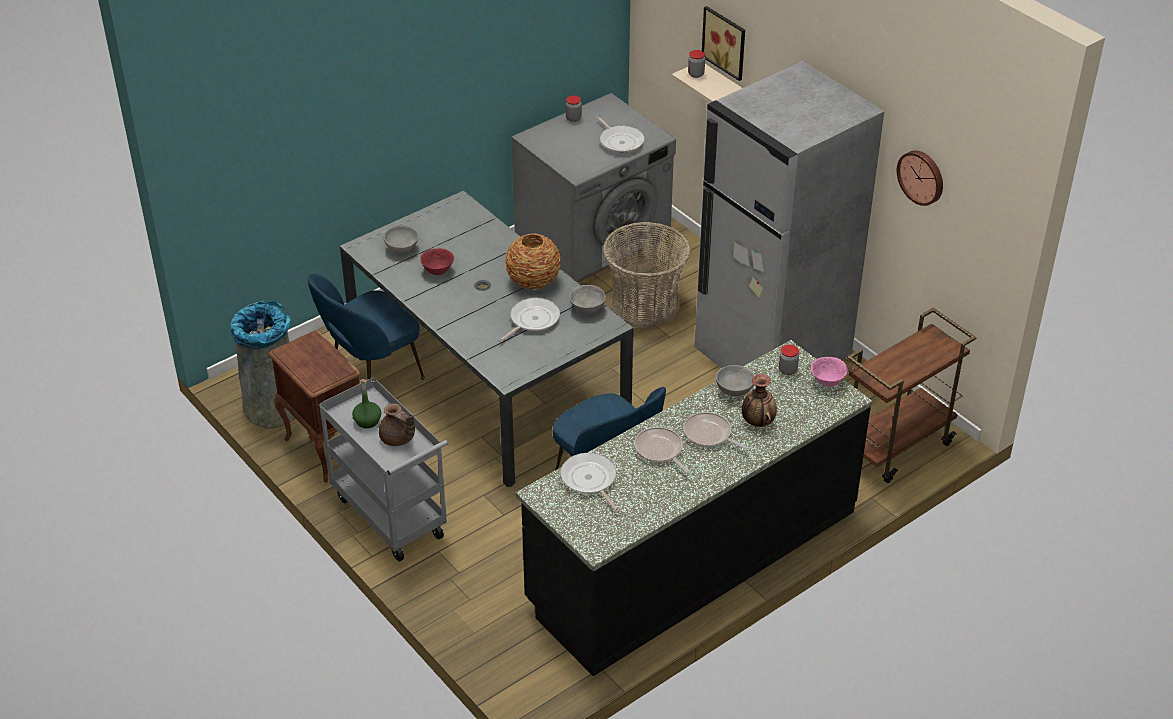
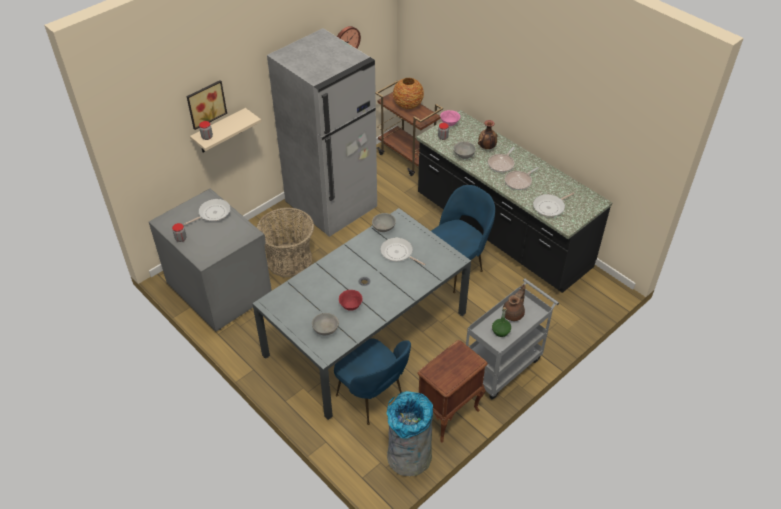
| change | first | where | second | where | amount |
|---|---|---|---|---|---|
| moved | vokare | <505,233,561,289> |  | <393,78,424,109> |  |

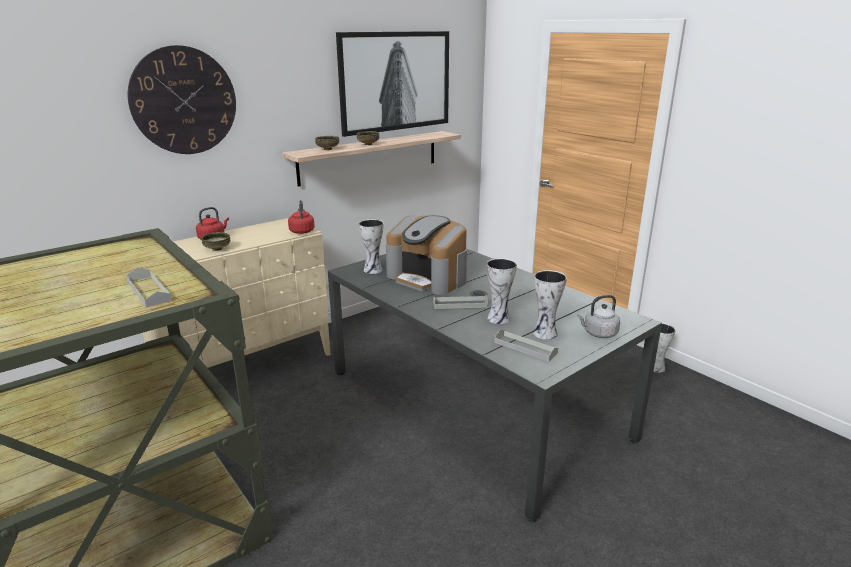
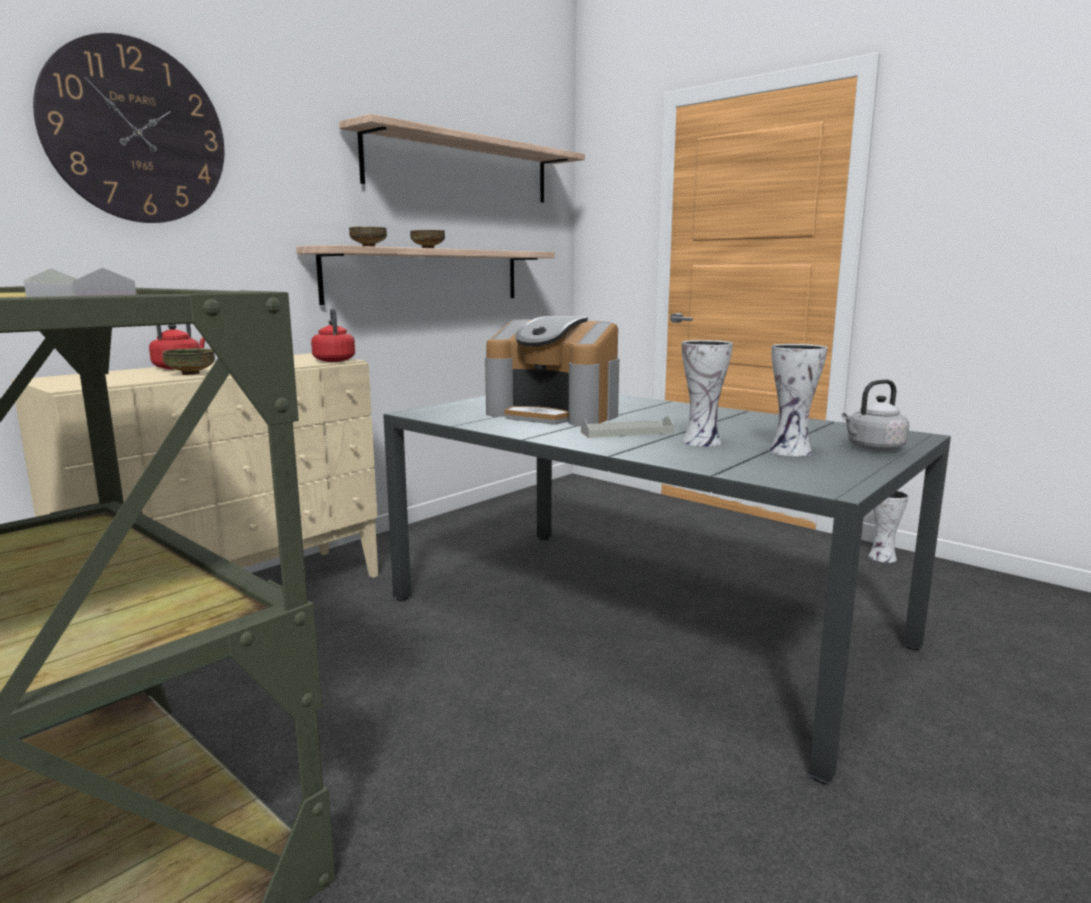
| change | first | where | second | where | amount |
|---|---|---|---|---|---|
| replaced | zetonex | <336,31,449,137> | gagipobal | <339,114,585,203> |  |
| removed | vokare | <359,219,384,274> |  |  |  |
| removed | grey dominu | <494,330,558,362> |  |  |  |

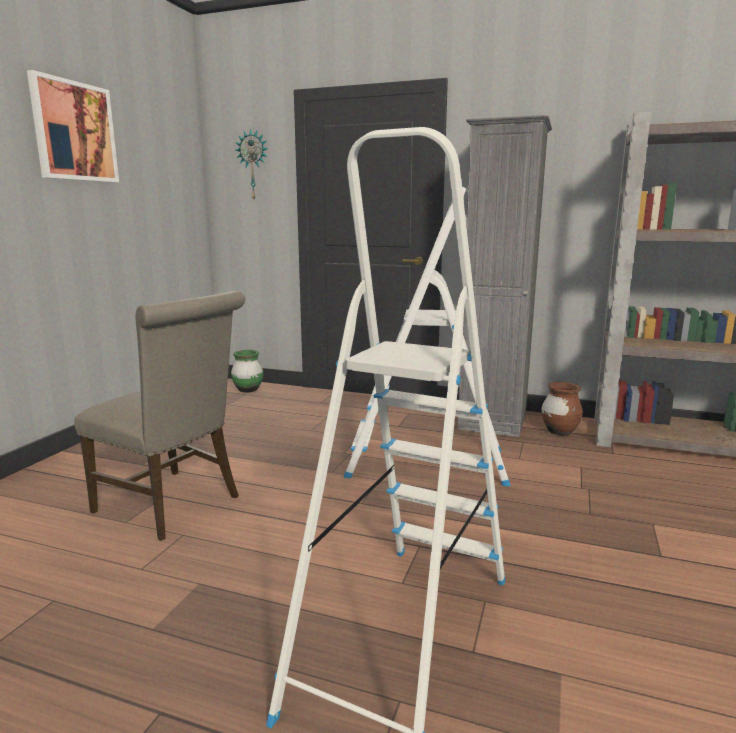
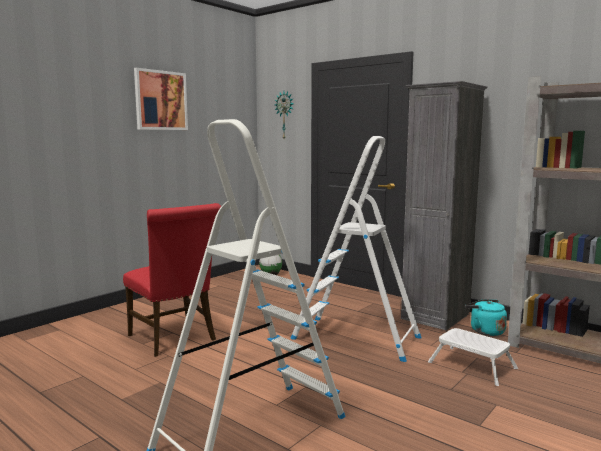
| change | first | where | second | where | amount |
|---|---|---|---|---|---|
| recoloured | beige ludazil | <74,291,245,541> | red ludazil | <123,203,221,357> |  |
| added |  |  | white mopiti | <428,328,518,386> |  |
| replaced | brown vokare | <541,382,583,435> | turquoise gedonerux | <465,299,507,336> |  |

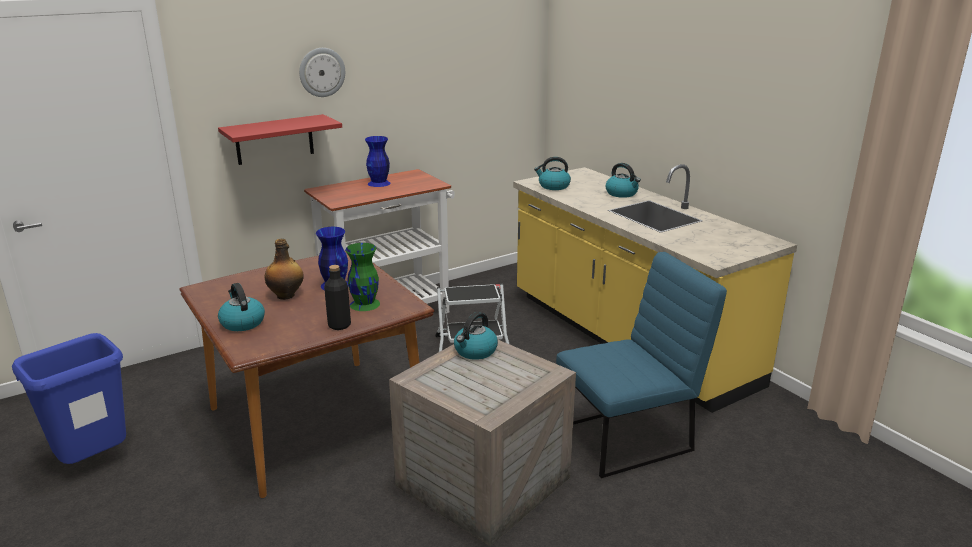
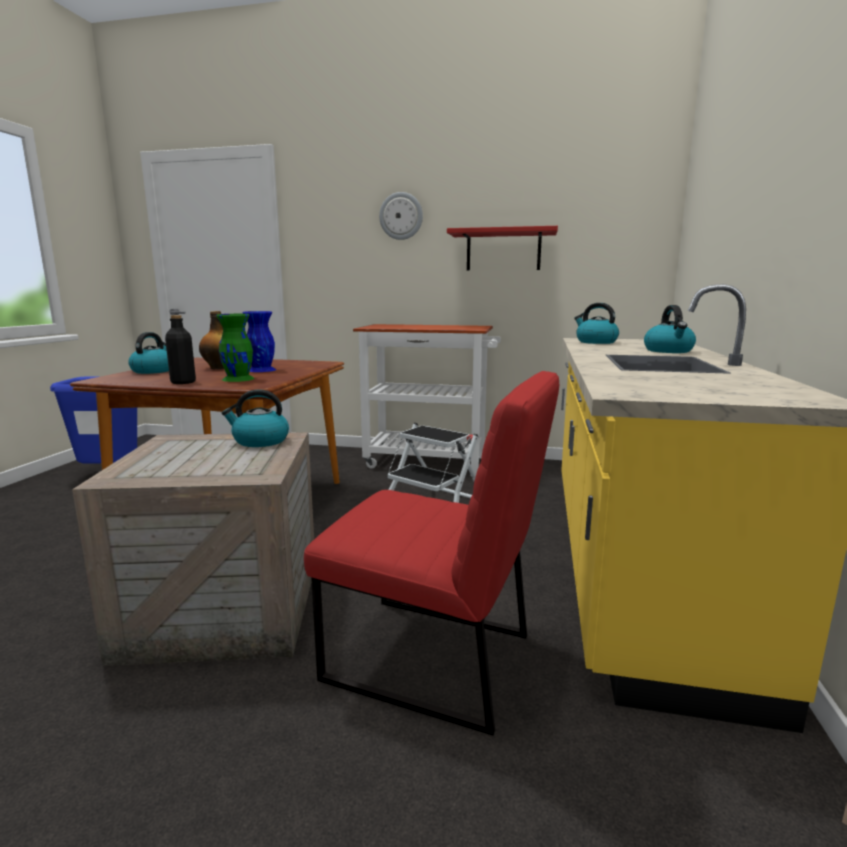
| change | first | where | second | where | amount |
|---|---|---|---|---|---|
| recoloured | blue ludazil | <556,252,727,478> | red ludazil | <304,371,559,736> |  |
| moved | red gagipobal | <218,114,342,165> |  | <447,226,558,271> |  |
| removed | blue vokare | <365,136,390,187> |  |  |  |

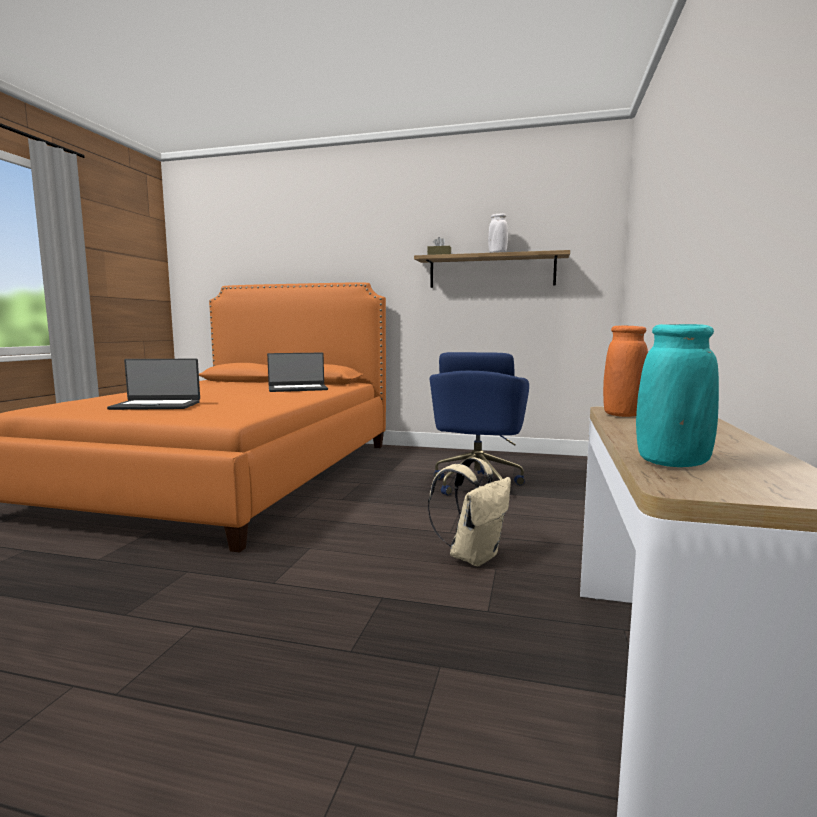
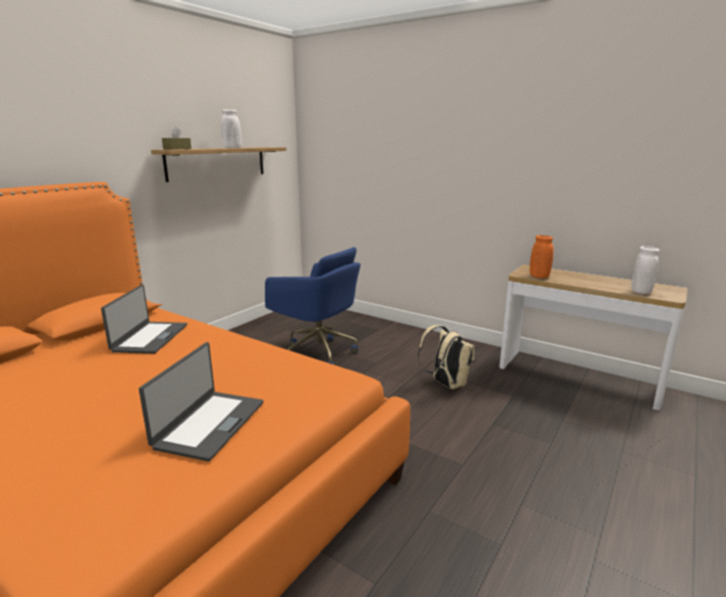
| change | first | where | second | where | amount |
|---|---|---|---|---|---|
| recoloured | turquoise vokare | <636,324,719,467> | white vokare | <631,246,660,294> |  |

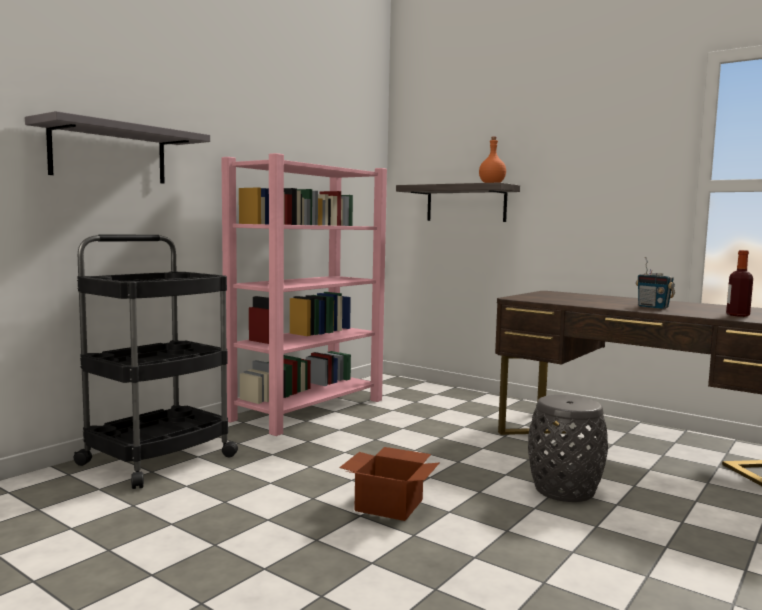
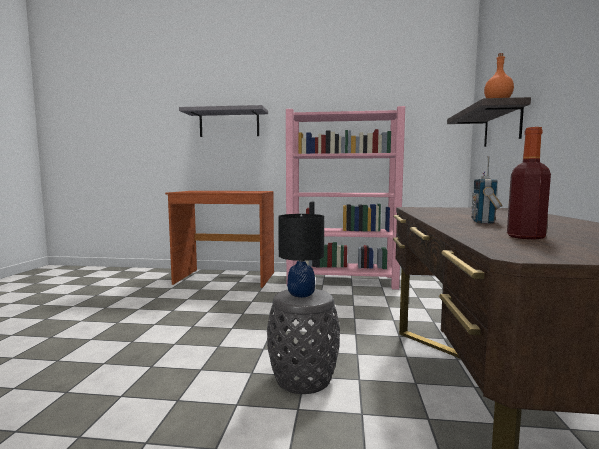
| change | first | where | second | where | amount |
|---|---|---|---|---|---|
| replaced | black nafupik | <74,235,238,489> | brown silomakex | <165,191,274,288> |  |
| added |  |  | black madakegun | <278,214,324,298> |  |
| removed | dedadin | <339,447,439,521> |  |  |  |

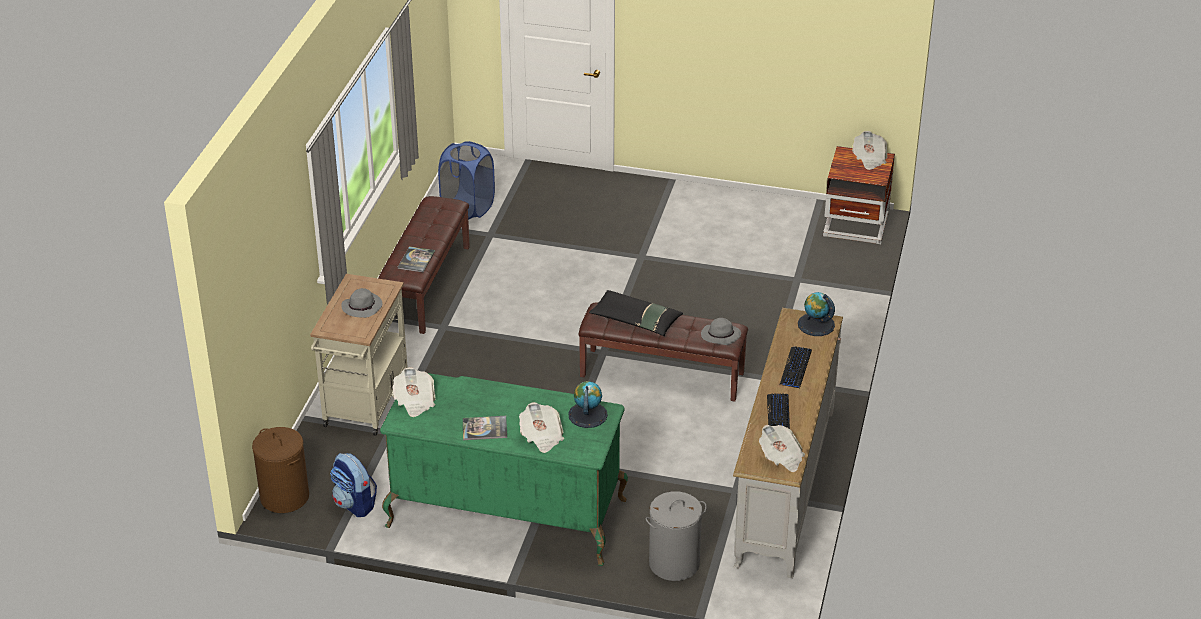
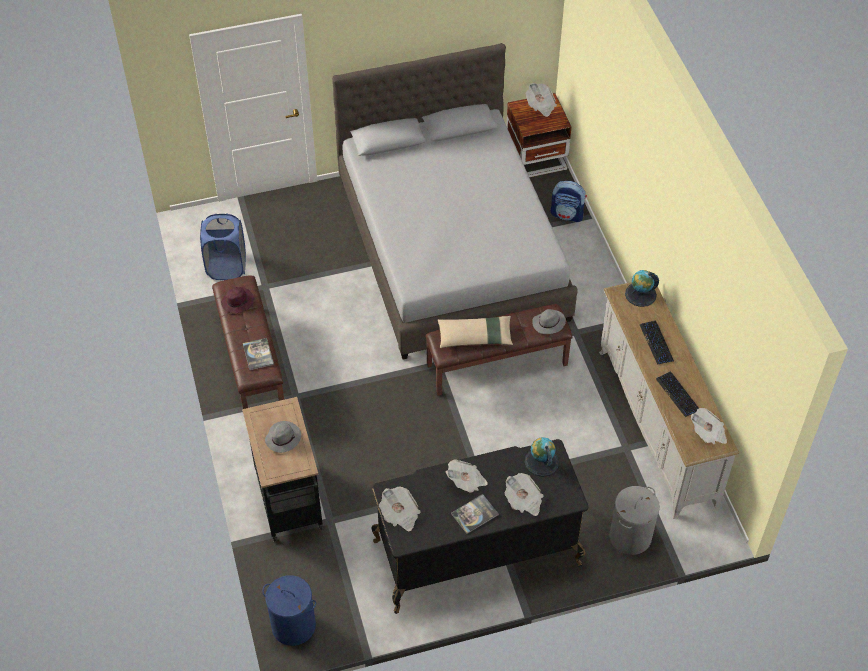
| change | first | where | second | where | amount |
|---|---|---|---|---|---|
| added |  |  | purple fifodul | <221,287,254,313> |  |
| recoloured | beige nafupik | <310,274,408,436> | black nafupik | <242,397,323,542> |  |
| recoloured | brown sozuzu | <252,427,309,513> | blue sozuzu | <262,575,316,646> |  |
| added |  |  | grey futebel | <332,43,578,359> |  |
| recoloured | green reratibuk | <380,373,628,566> | black reratibuk | <372,439,588,614> |  |
| recoloured | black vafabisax | <589,290,683,336> | beige vafabisax | <437,316,513,348> |  |
| added |  |  | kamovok | <446,459,488,493> |  |
| moved | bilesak | <330,453,377,517> |  | <550,181,587,222> |  |

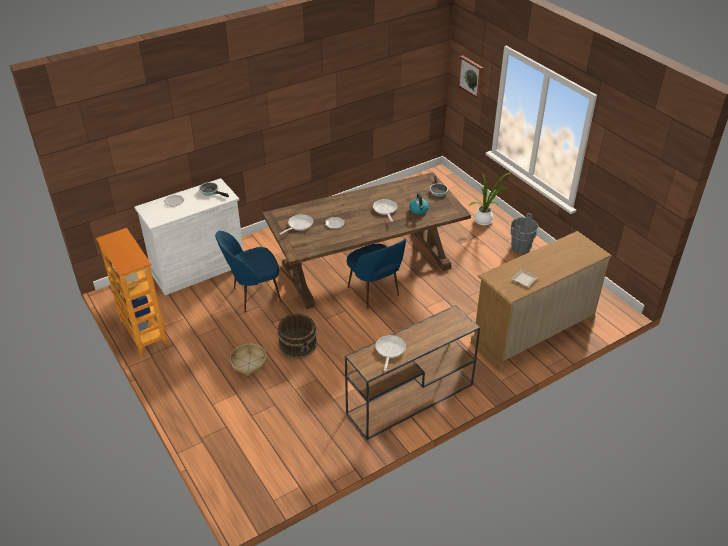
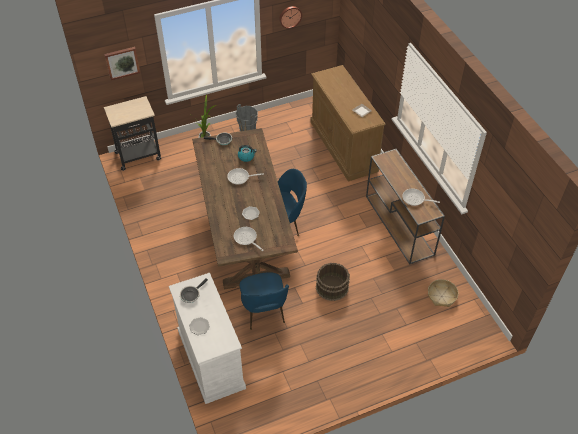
| change | first | where | second | where | amount |
|---|---|---|---|---|---|
| added |  |  | nafupik | <104,96,161,171> |  |
| added |  |  | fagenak | <279,6,302,29> |  |
| moved | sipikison | <230,344,267,376> |  | <428,279,458,307> |  |
| removed | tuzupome | <96,228,168,355> |  |  |  |

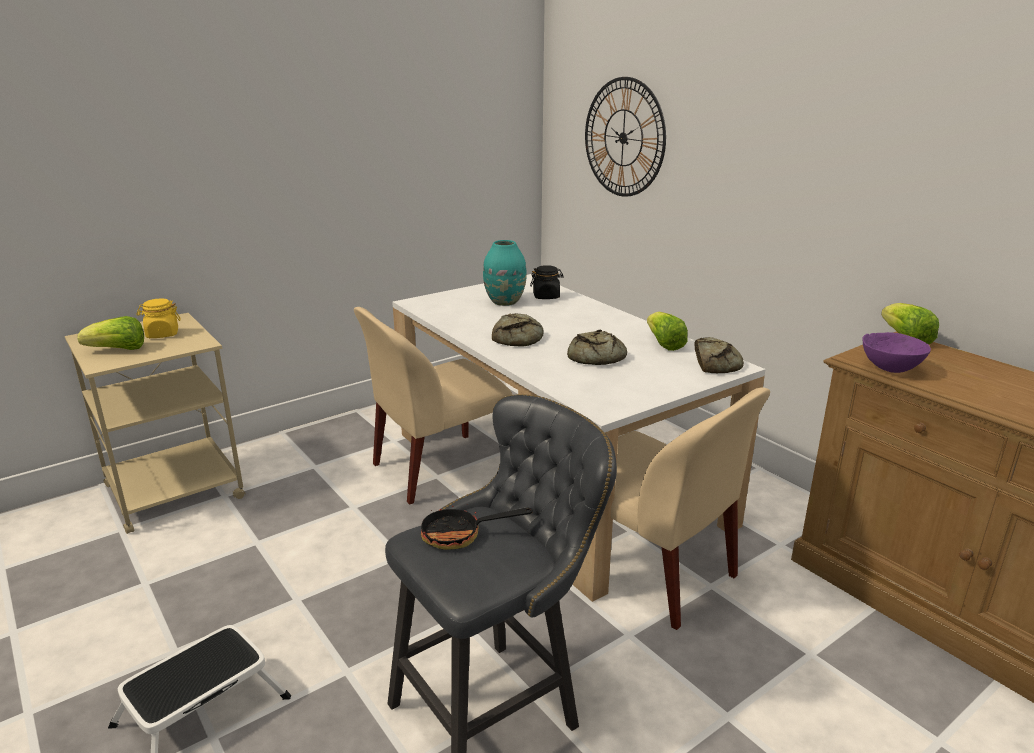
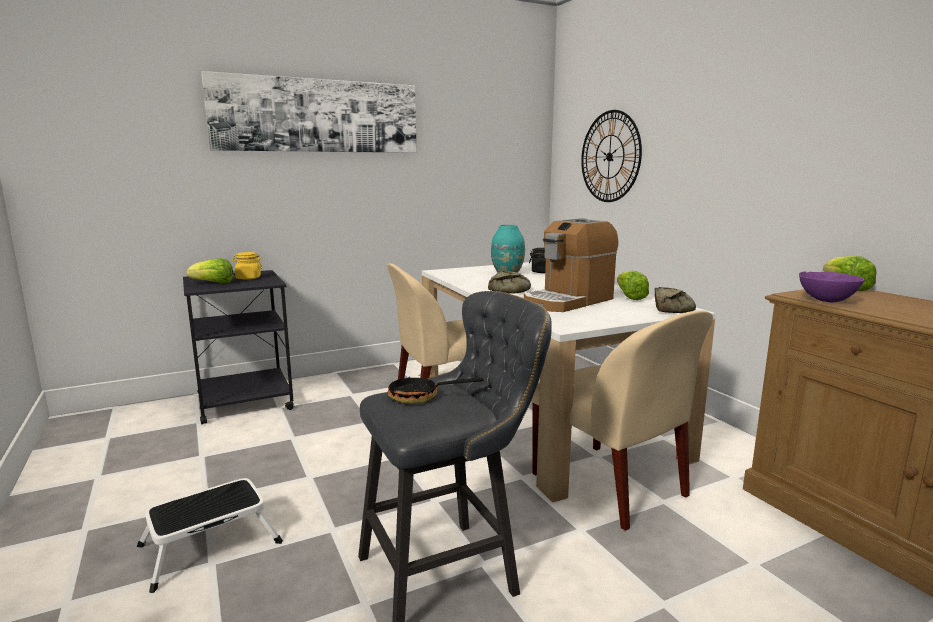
| change | first | where | second | where | amount |
|---|---|---|---|---|---|
| recoloured | beige nafupik | <65,313,246,534> | black nafupik | <183,270,295,424> |  |
| added |  |  | zetonex | <201,71,417,153> |  |
| replaced | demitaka | <567,330,627,365> | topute | <524,218,618,312> |  |

